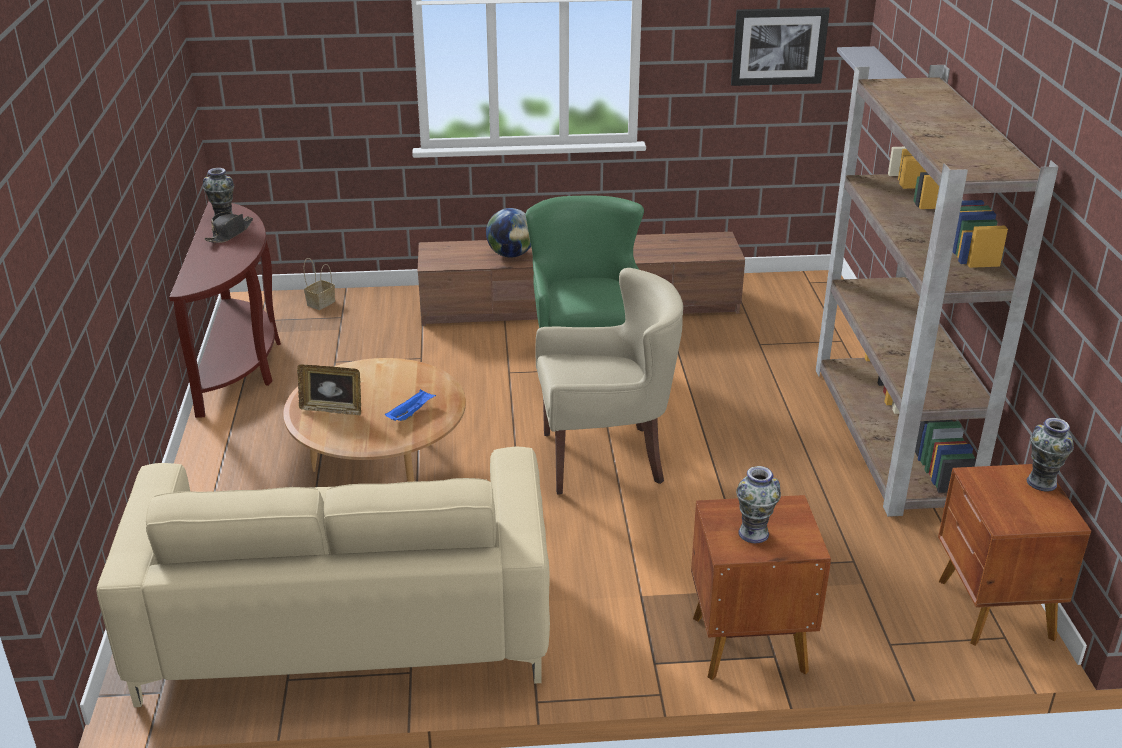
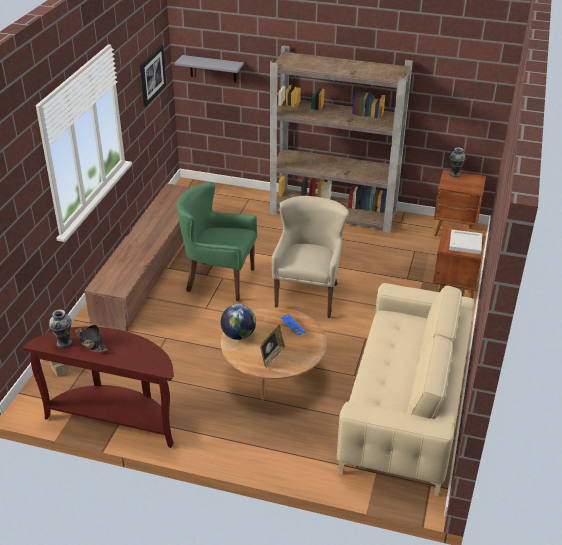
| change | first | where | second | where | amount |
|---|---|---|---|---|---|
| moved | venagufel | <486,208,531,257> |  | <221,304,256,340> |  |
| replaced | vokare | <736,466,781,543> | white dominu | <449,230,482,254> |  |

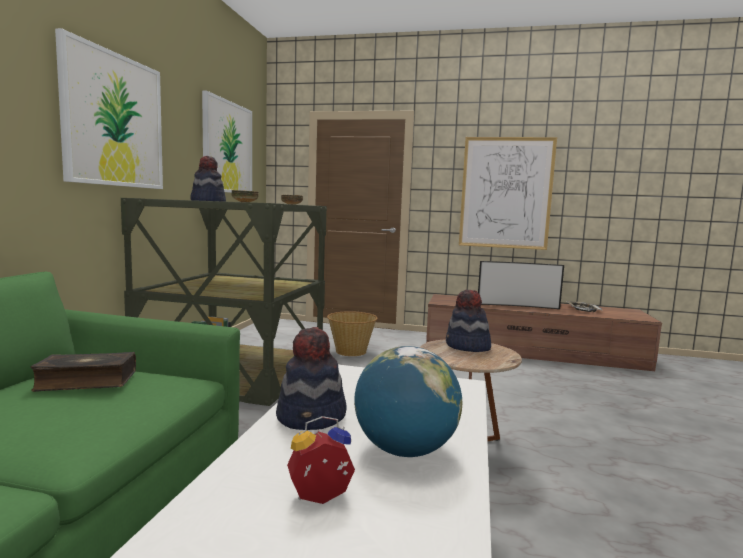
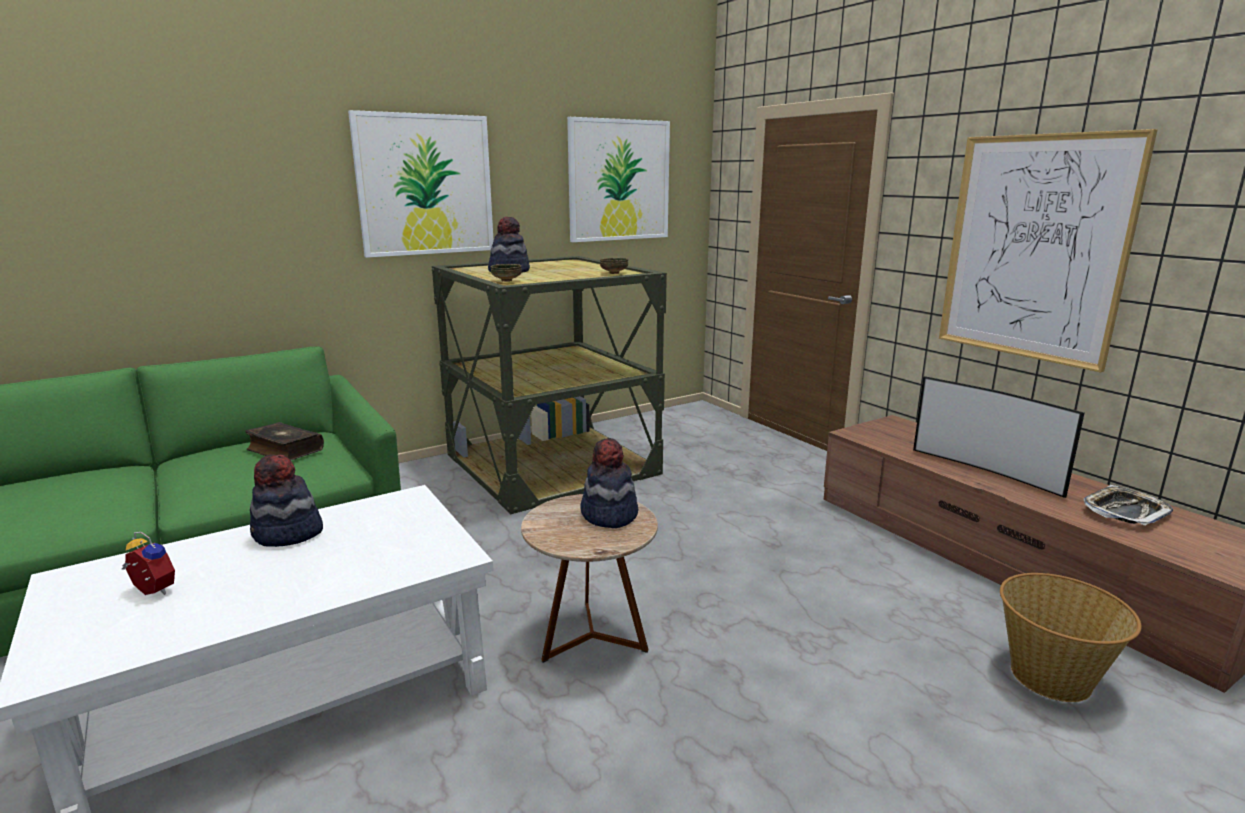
| change | first | where | second | where | amount |
|---|---|---|---|---|---|
| moved | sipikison | <327,311,378,356> |  | <1000,573,1142,702> |  |
| removed | venagufel | <354,346,462,457> |  |  |  |

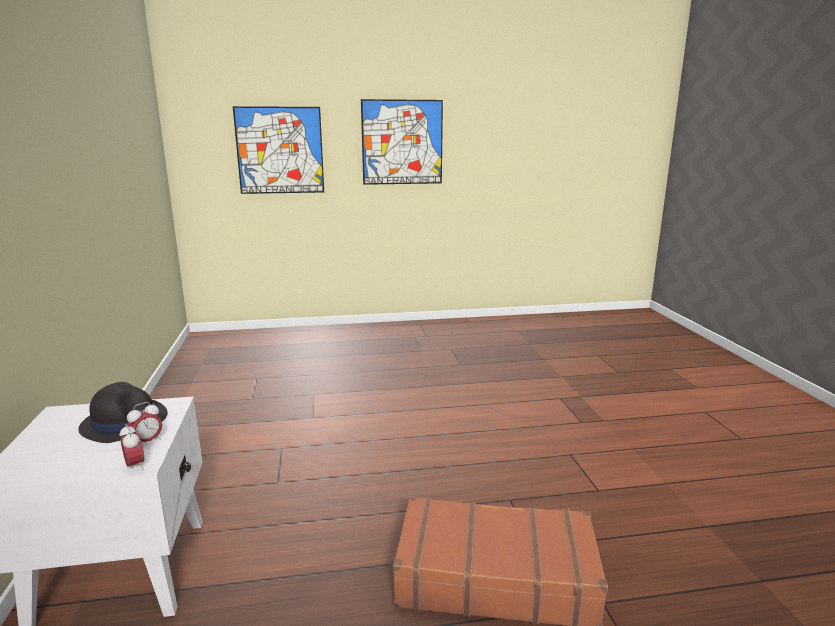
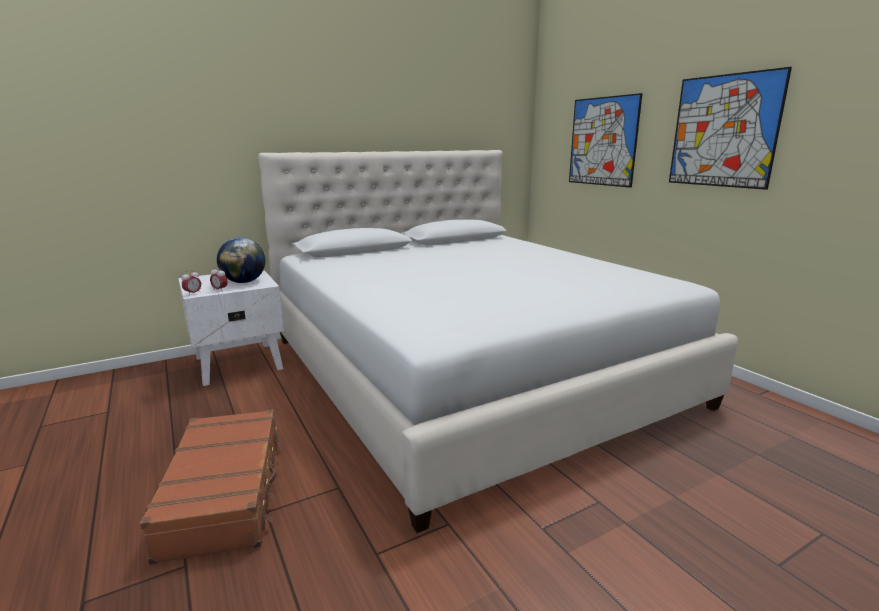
| change | first | where | second | where | amount |
|---|---|---|---|---|---|
| replaced | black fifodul | <78,382,168,443> | venagufel | <217,238,265,283> |  |
| added |  |  | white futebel | <258,150,738,533> |  |

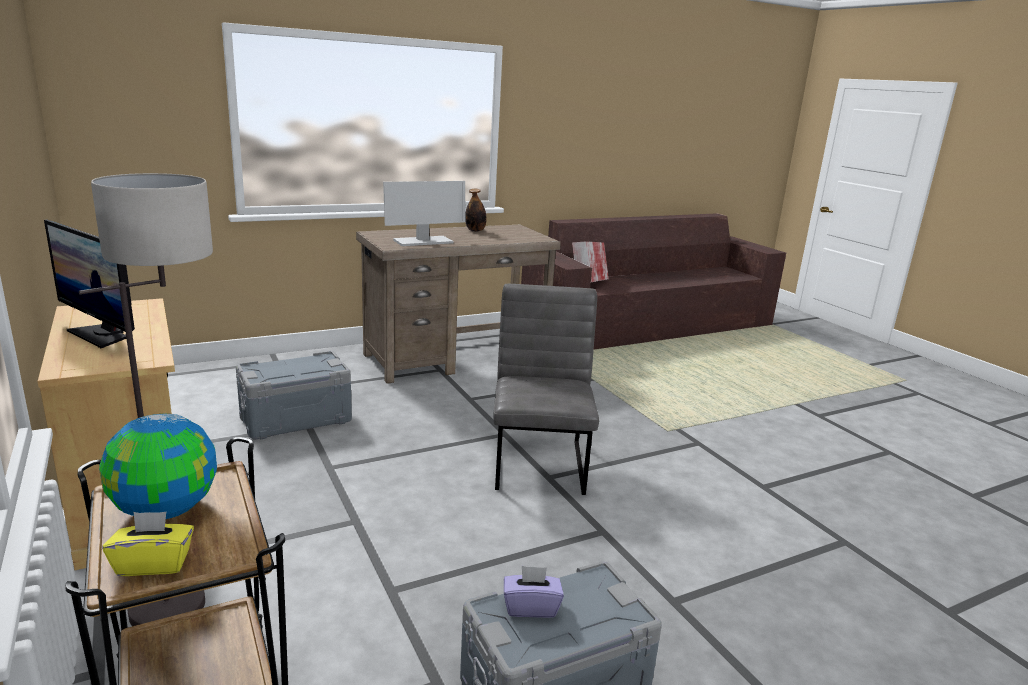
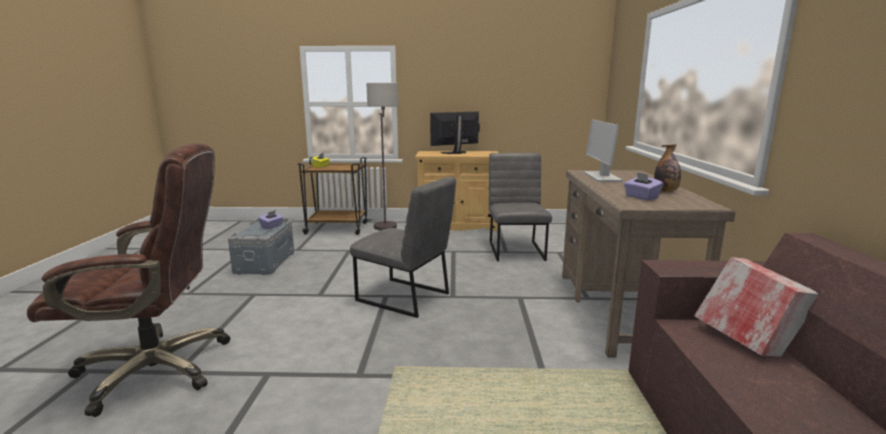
| change | first | where | second | where | amount |
|---|---|---|---|---|---|
| added |  |  | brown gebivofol | <27,143,231,417> |  |
| replaced | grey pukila | <236,351,352,439> | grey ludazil | <489,153,552,261> |  |
| added |  |  | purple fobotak | <624,172,663,200> |  |
| removed | venagufel | <99,414,217,519> |  |  |  |

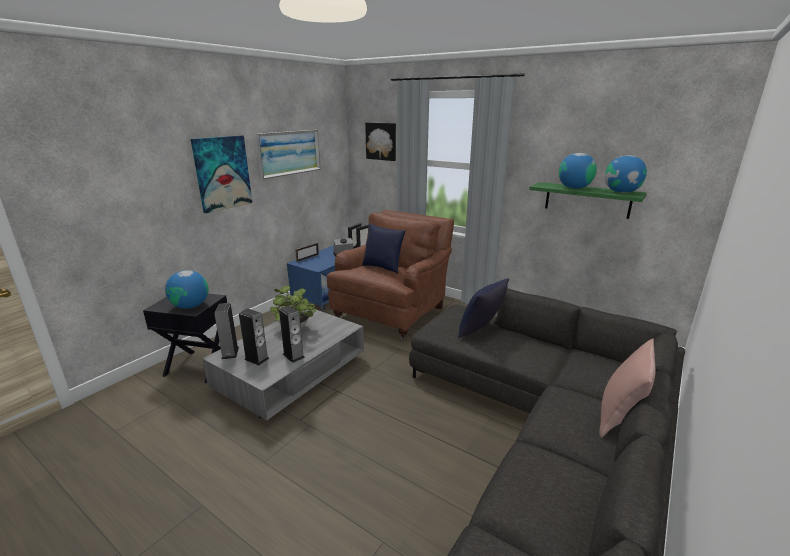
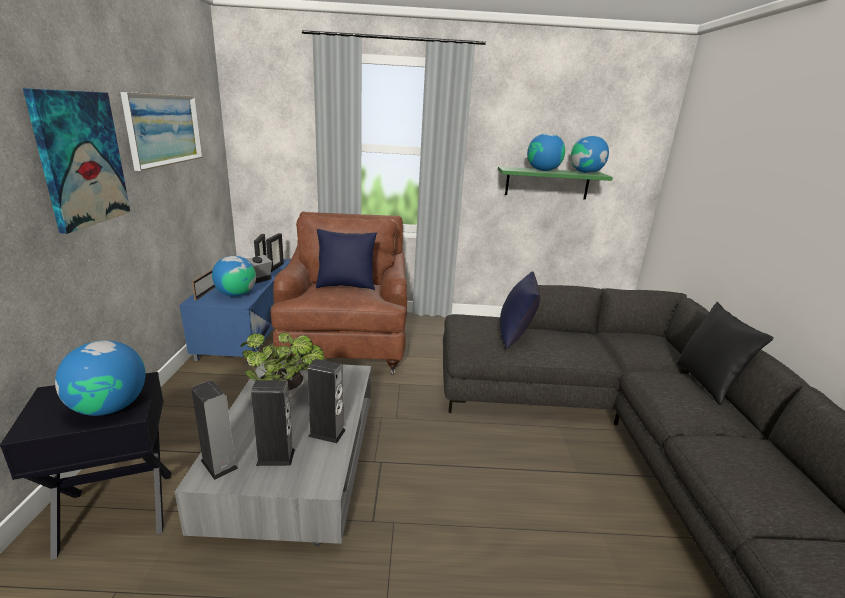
| change | first | where | second | where | amount |
|---|---|---|---|---|---|
| added |  |  | venagufel | <212,256,256,296> |  |
| recoloured | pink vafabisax | <599,338,656,438> | black vafabisax | <676,302,774,406> |  |
| removed | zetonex | <365,122,396,161> |  |  |  |

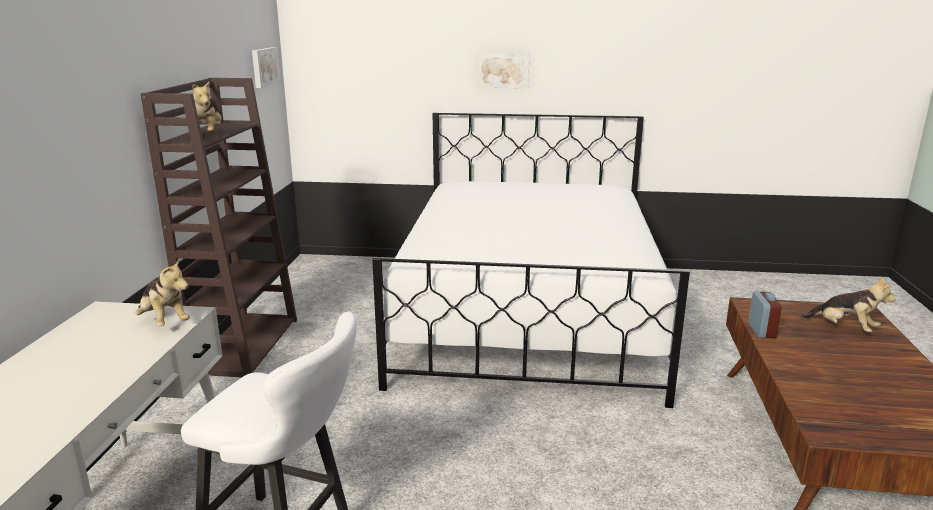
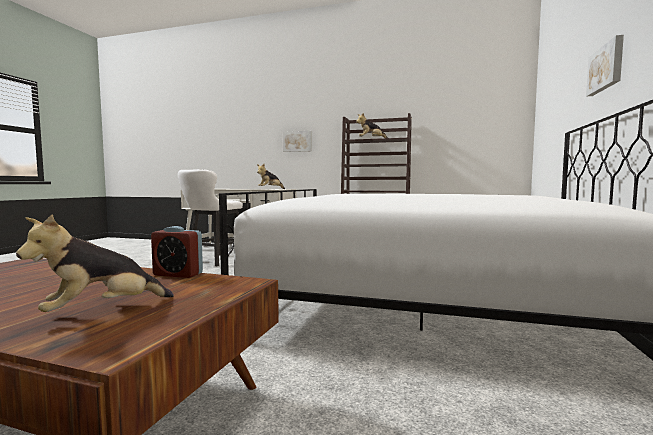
| change | first | where | second | where | amount |
|---|---|---|---|---|---|
| moved | zetonex | <252,47,281,88> |  | <283,131,312,152> |  |

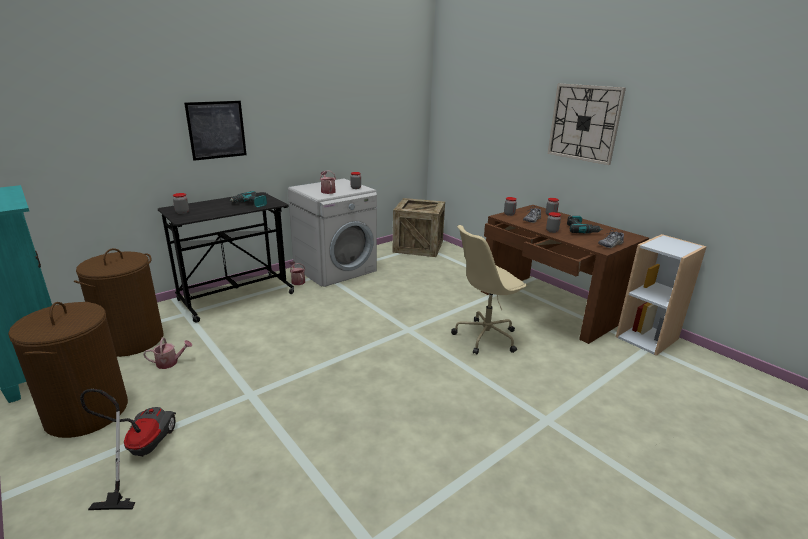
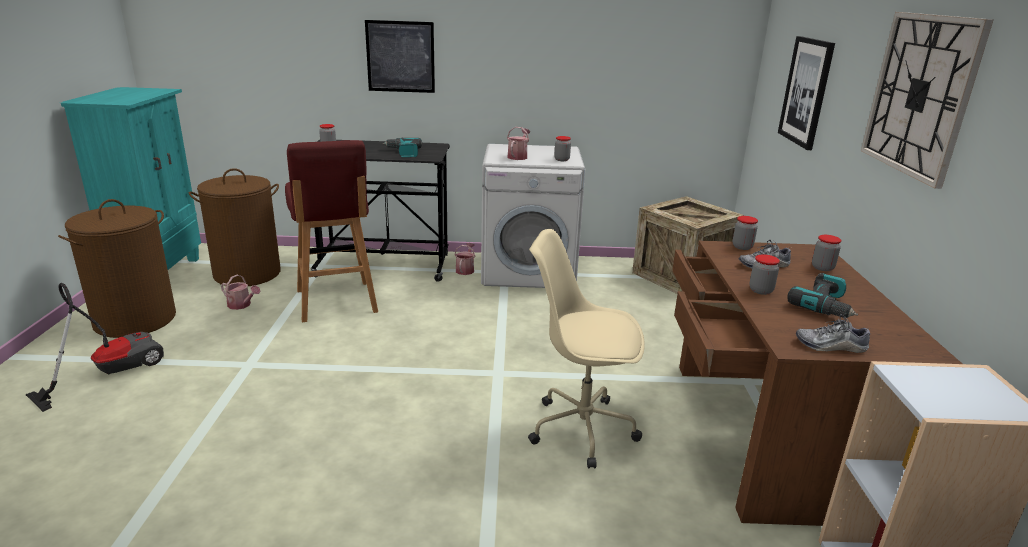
| change | first | where | second | where | amount |
|---|---|---|---|---|---|
| added |  |  | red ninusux | <285,140,378,322> |  |
| added |  |  | zetonex | <778,36,835,150> |  |

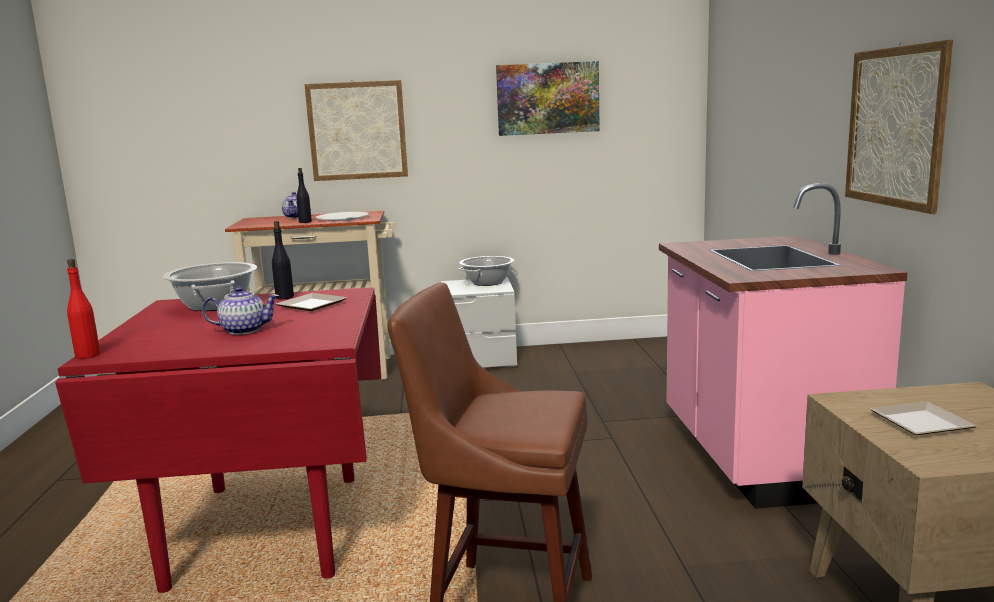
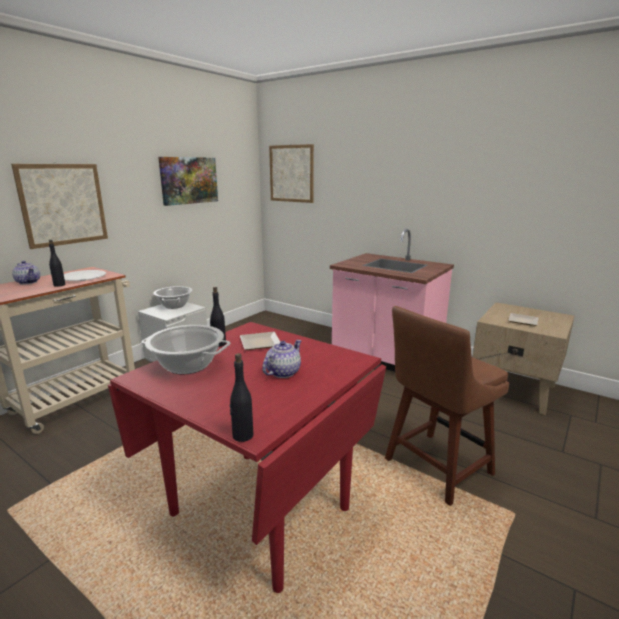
| change | first | where | second | where | amount |
|---|---|---|---|---|---|
| recoloured | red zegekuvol | <67,259,100,359> | black zegekuvol | <229,353,253,442> |  |
| moved | zetonex | <845,39,953,214> |  | <269,144,314,203> |  |

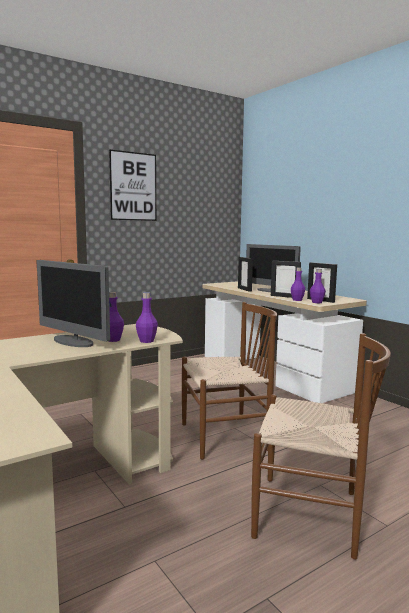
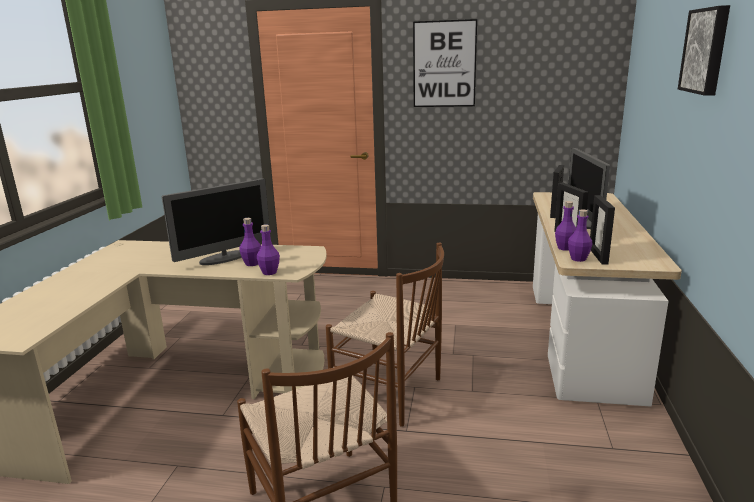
| change | first | where | second | where | amount |
|---|---|---|---|---|---|
| turned | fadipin | <36,260,110,347> |  | <162,178,271,265> | 120 degrees counterclockwise |
| added |  |  | zetonex | <678,5,730,96> |  |

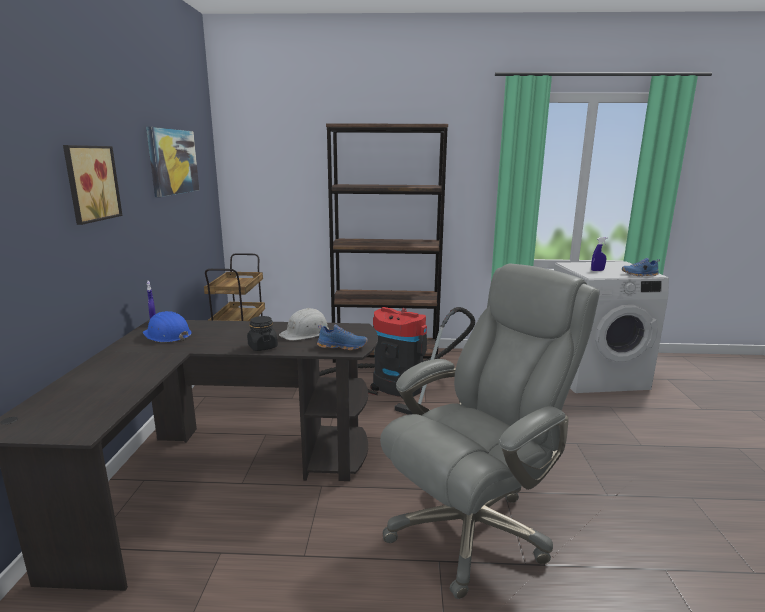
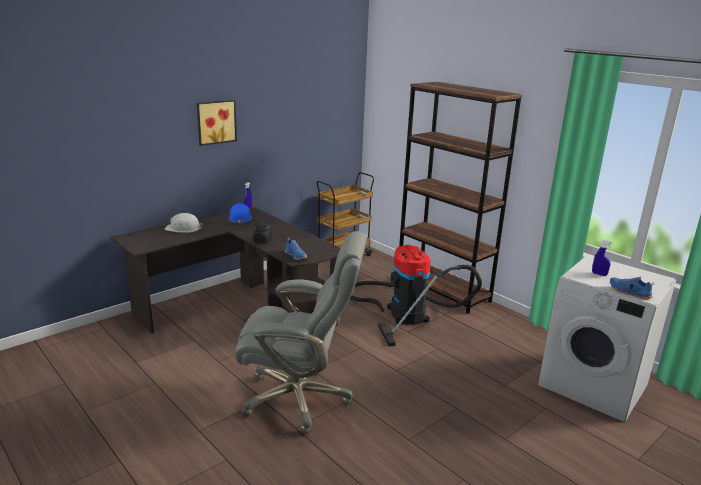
| change | first | where | second | where | amount |
|---|---|---|---|---|---|
| moved | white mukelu | <279,308,329,341> |  | <165,213,203,233> |  |
| removed | zetonex | <146,127,199,197> |  |  |  |

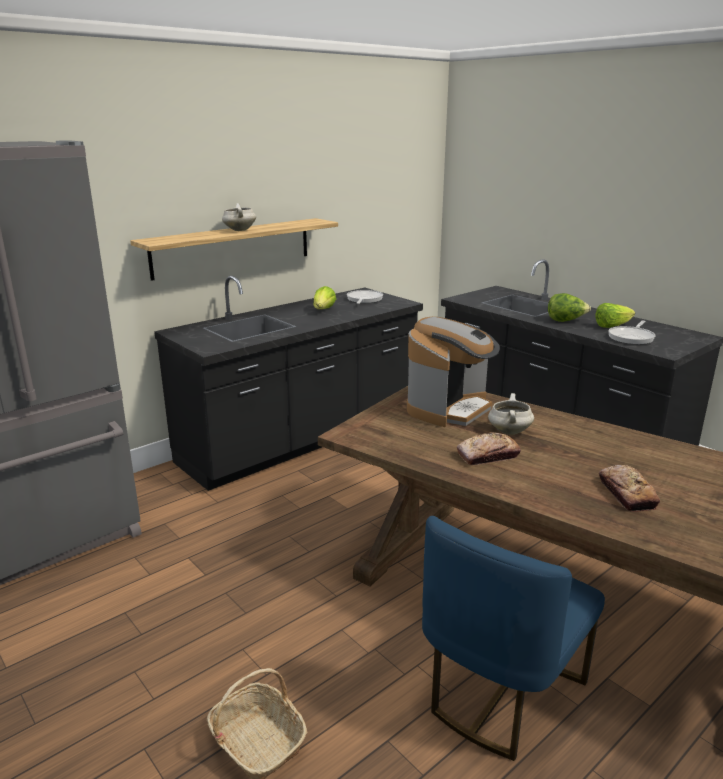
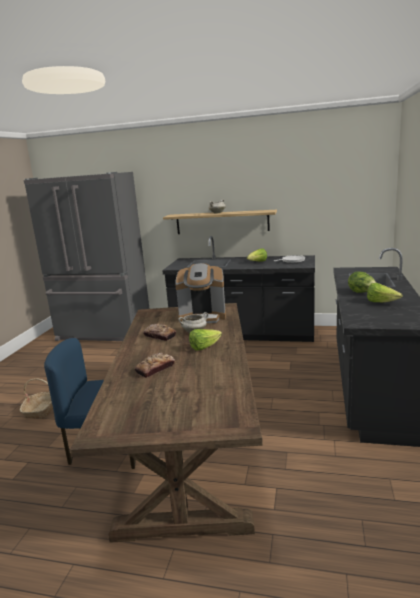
| change | first | where | second | where | amount |
|---|---|---|---|---|---|
| added |  |  | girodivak | <189,329,222,351> |  |
| removed | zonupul | <608,321,656,345> |  |  |  |

